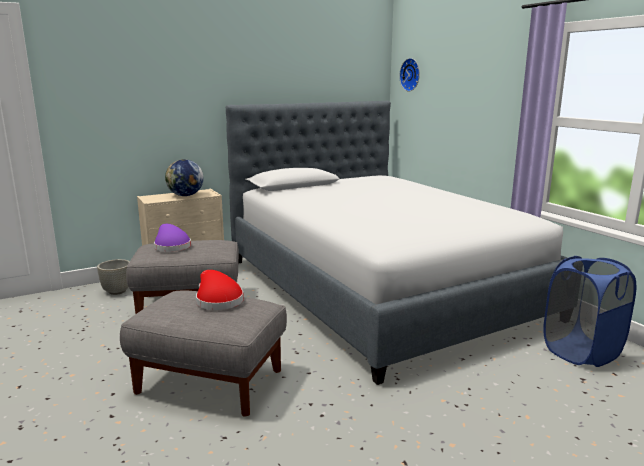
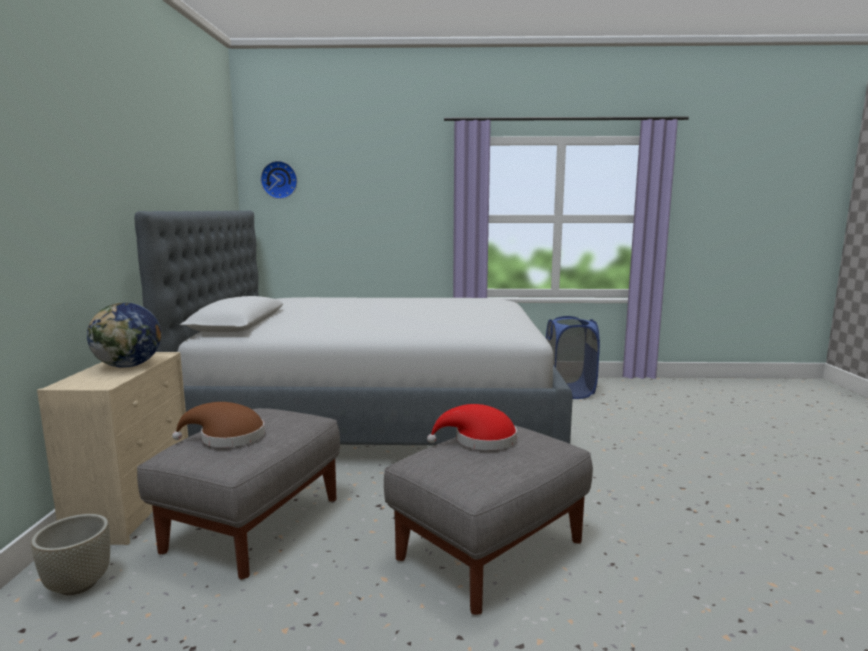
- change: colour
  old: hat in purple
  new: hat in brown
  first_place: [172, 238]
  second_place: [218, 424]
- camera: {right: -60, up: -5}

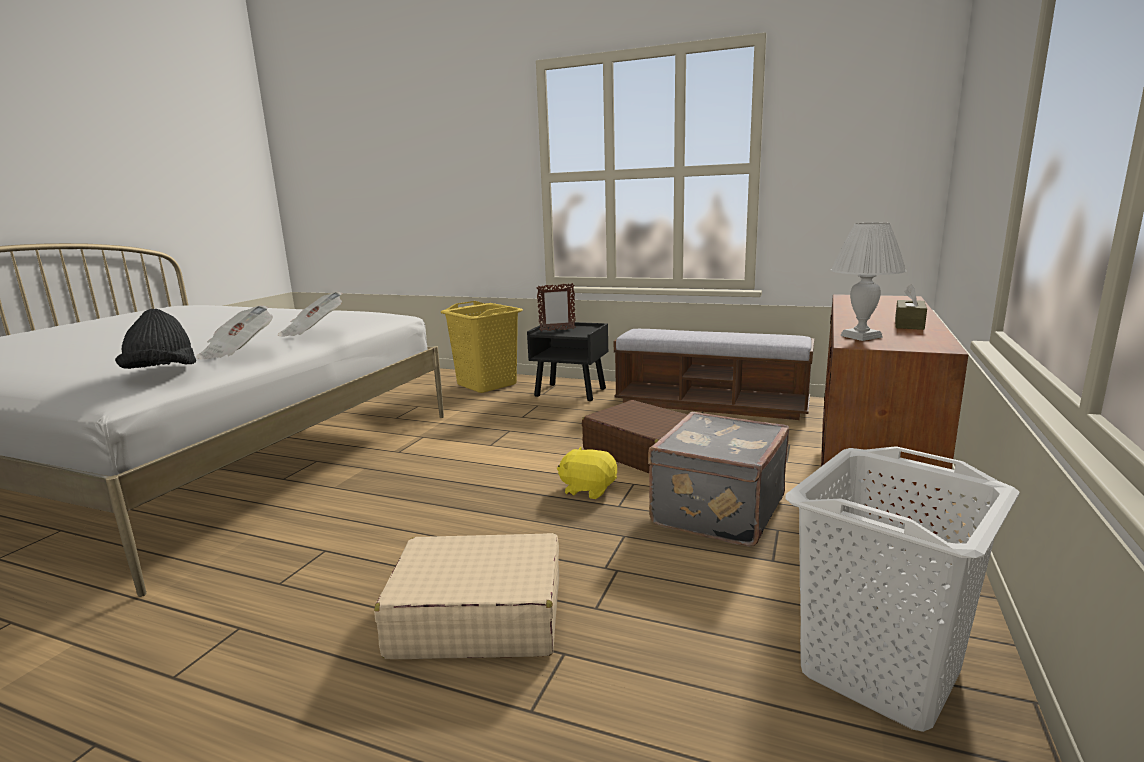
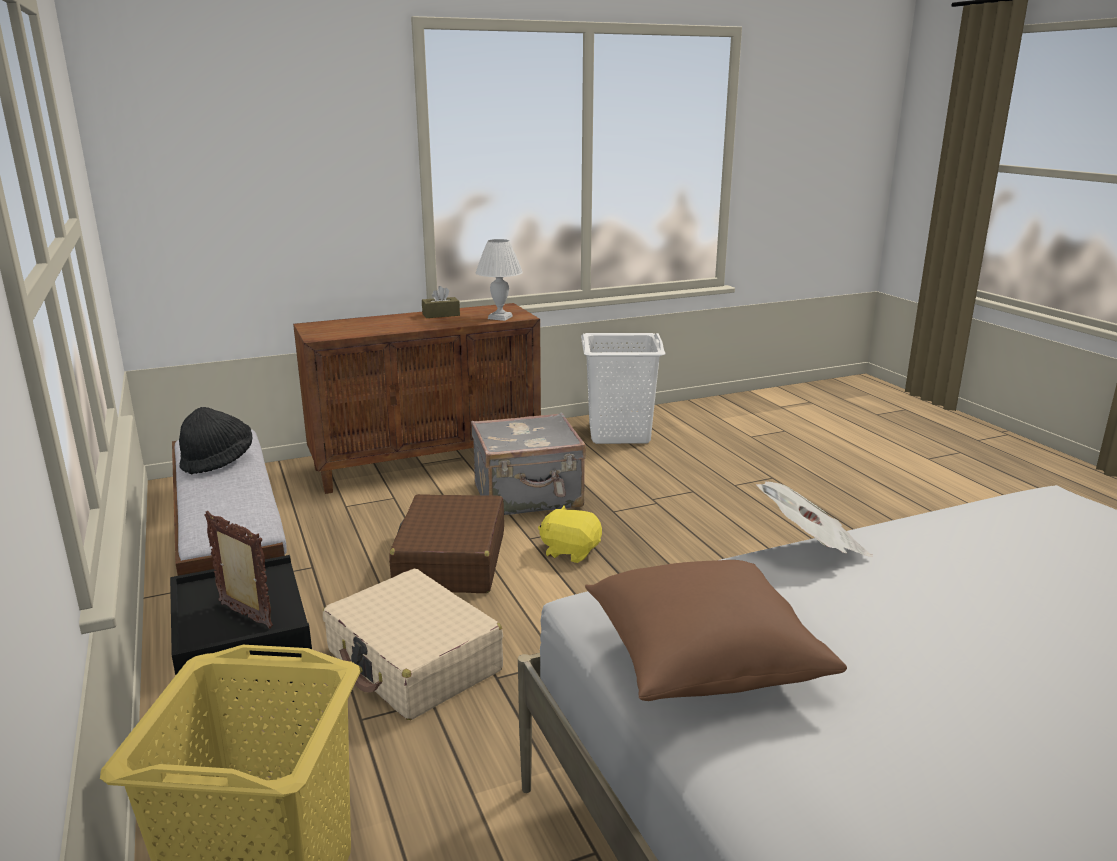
- change: missing
  old: newspaper
  first_place: [234, 332]
- change: relocated
  old: hat in black
  first_place: [155, 339]
  second_place: [216, 441]
- change: spun
  old: plush toy in yellow
  first_place: [587, 473]
  second_place: [570, 534]
  degrees: 135
- change: relocated
  old: suitcase in beige
  first_place: [466, 596]
  second_place: [413, 644]
- change: appeared
  new: pillow in brown
  second_place: [716, 630]
- camera: {right: -135, up: 5}

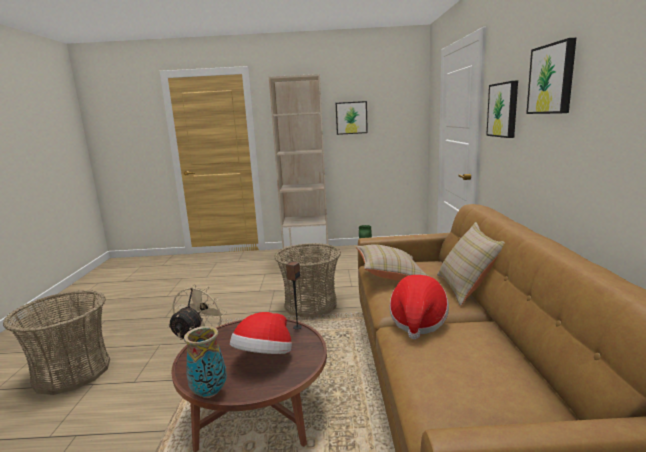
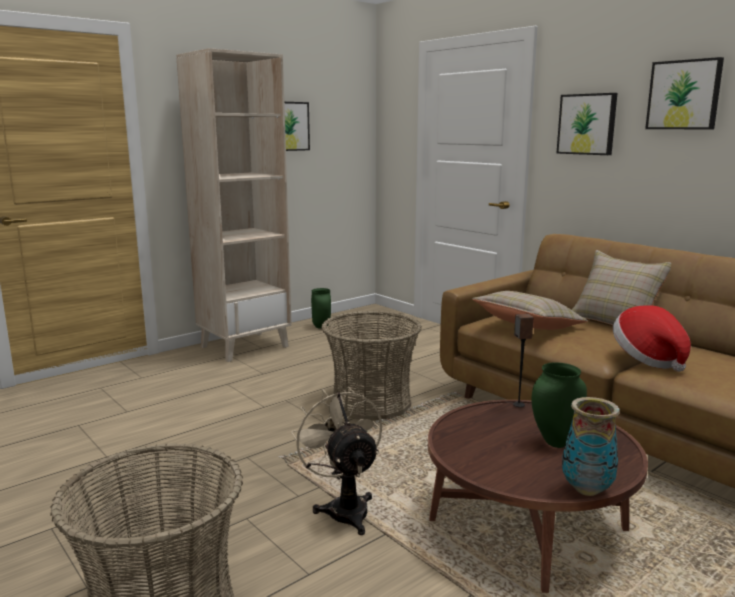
- change: exchanged
  old: hat
  new: vase in green
  first_place: [261, 333]
  second_place: [559, 405]
- camera: {right: -40, up: 0}

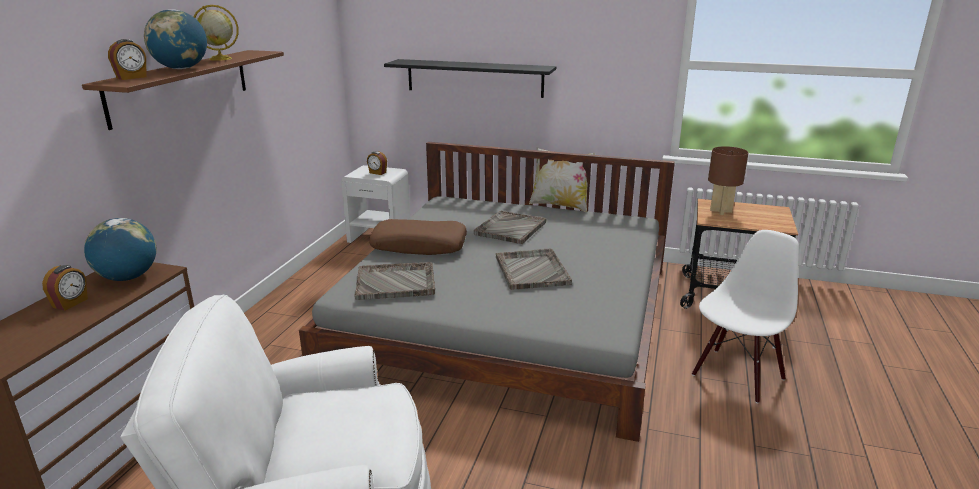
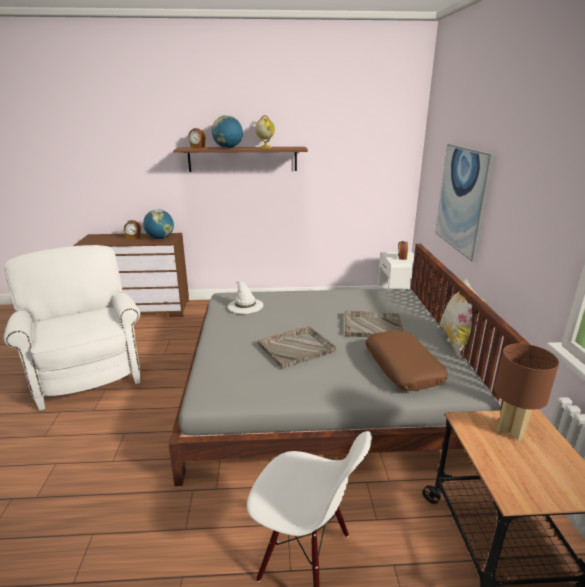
- change: exchanged
  old: shelf in black
  new: picture
  first_place: [470, 78]
  second_place: [465, 203]
- change: relocated
  old: pillow in brown
  first_place: [418, 237]
  second_place: [407, 360]
- change: exchanged
  old: tray in grey
  new: hat in white
  first_place: [395, 281]
  second_place: [245, 297]
- camera: {right: 70, up: 0}

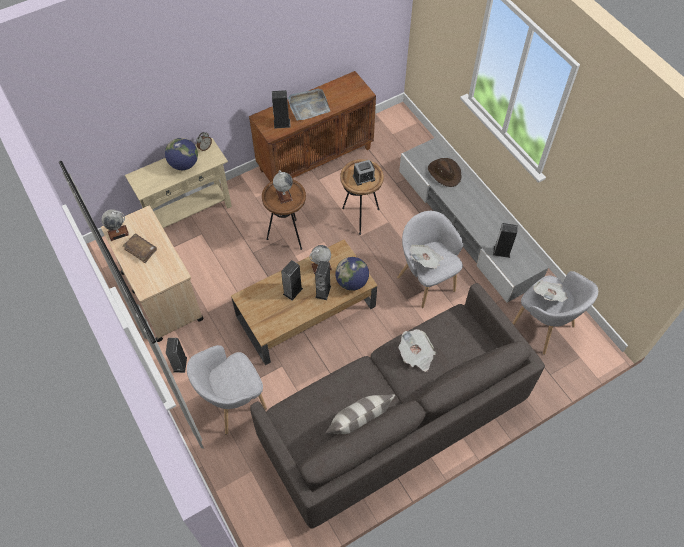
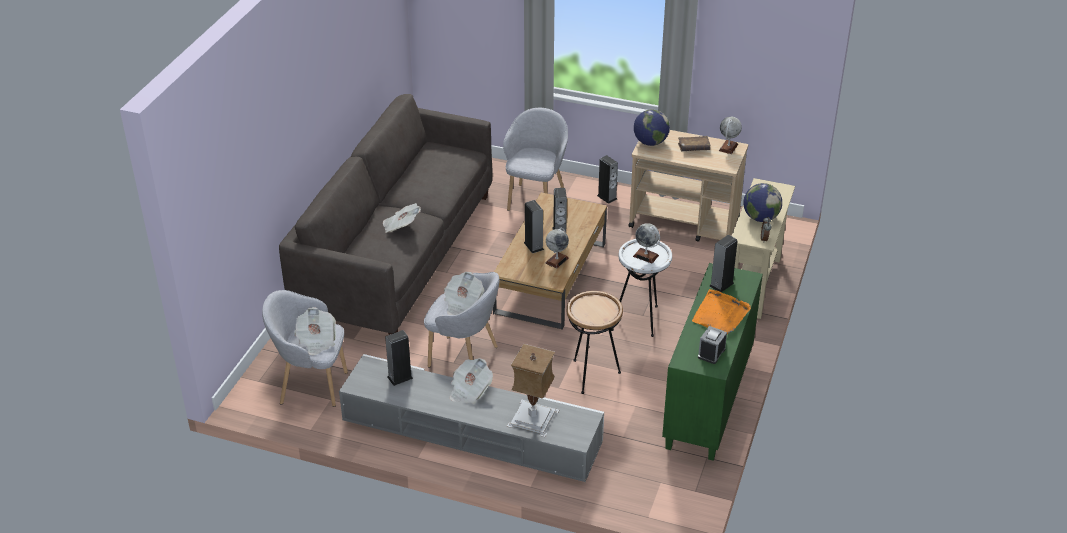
- change: colour
  old: cabinet in brown
  new: cabinet in green
  first_place: [312, 126]
  second_place: [712, 362]
- change: colour
  old: tray in grey
  new: tray in orange
  first_place: [309, 104]
  second_place: [721, 311]
- change: exchanged
  old: hat in brown
  new: table lamp
  first_place: [444, 172]
  second_place: [532, 390]
- change: relocated
  old: alarm clock
  first_place: [364, 173]
  second_place: [712, 345]
- change: colour
  old: side table in brown
  new: side table in white
  first_place: [284, 214]
  second_place: [645, 288]
- change: relocated
  old: globe
  first_place: [352, 274]
  second_place: [652, 127]
- change: missing
  old: pillow
  first_place: [360, 414]
- change: appeared
  new: newspaper
  second_place: [471, 381]
- camera: {right: 140, up: -20}

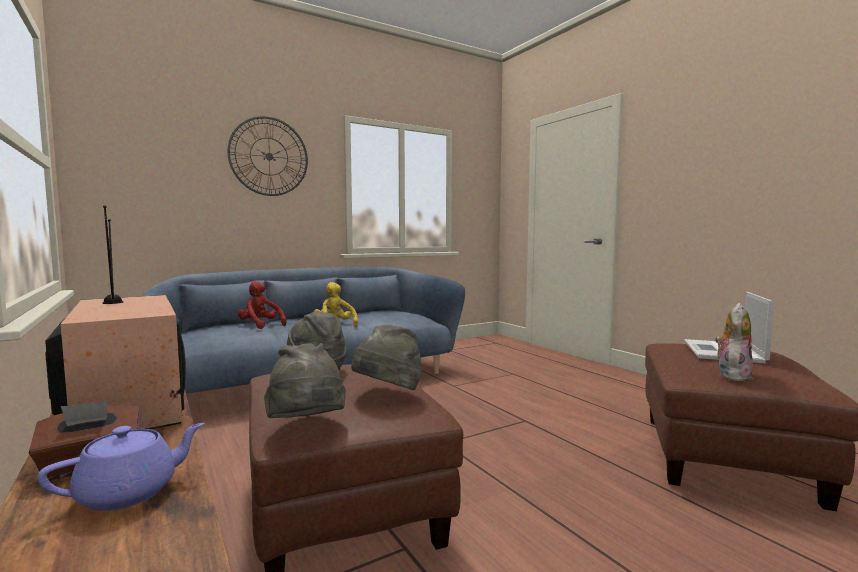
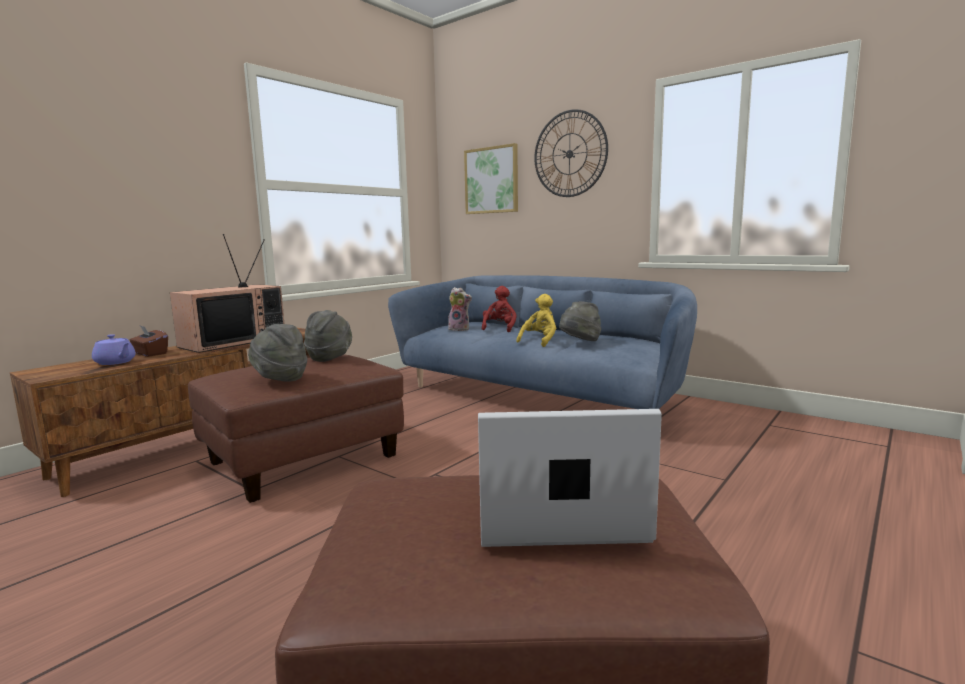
- change: relocated
  old: plush toy
  first_place: [734, 342]
  second_place: [460, 309]
- change: relocated
  old: hat in grey
  first_place: [305, 380]
  second_place: [580, 321]
- change: appeared
  new: picture
  second_place: [491, 178]
- camera: {right: 70, up: 5}

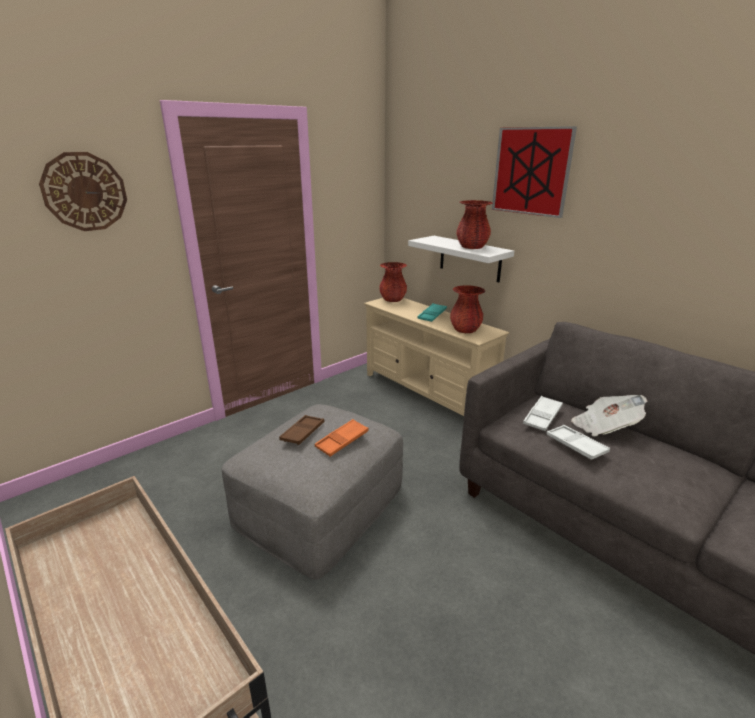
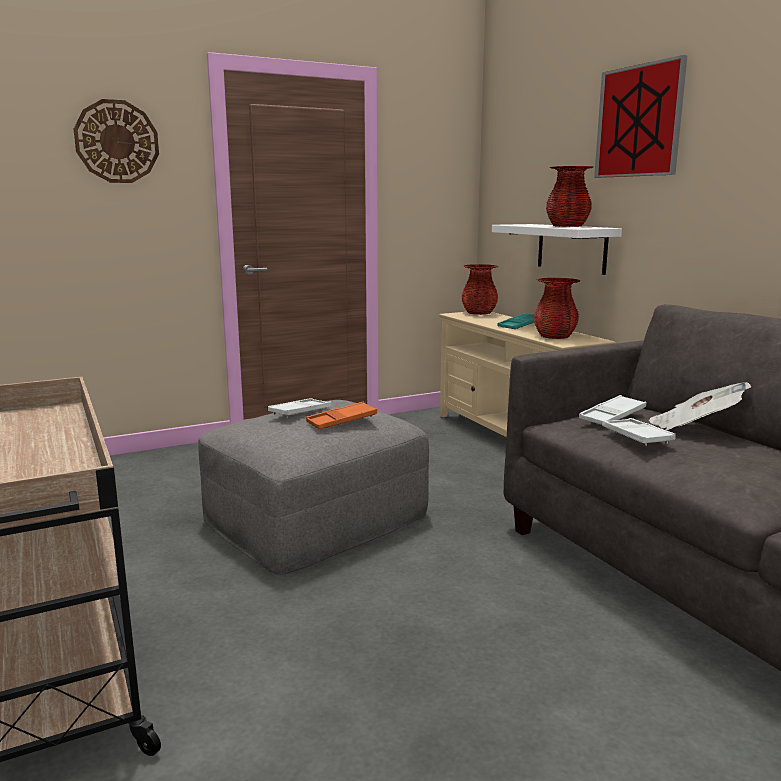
- change: colour
  old: tray in brown
  new: tray in white
  first_place: [302, 430]
  second_place: [299, 408]
- camera: {right: 15, up: -10}

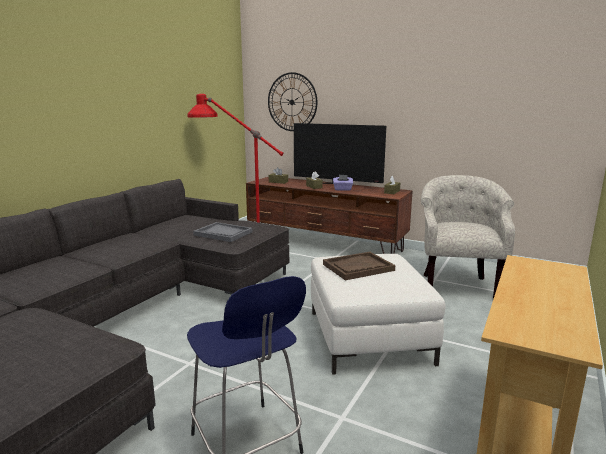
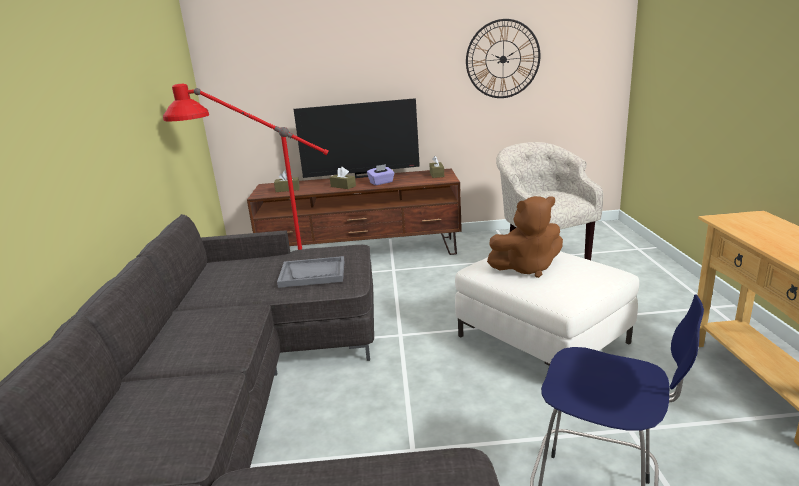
- change: relocated
  old: wall clock
  first_place: [292, 101]
  second_place: [503, 58]
- change: exchanged
  old: tray in brown
  new: plush toy in brown
  first_place: [359, 266]
  second_place: [525, 237]
- camera: {right: -30, up: 5}

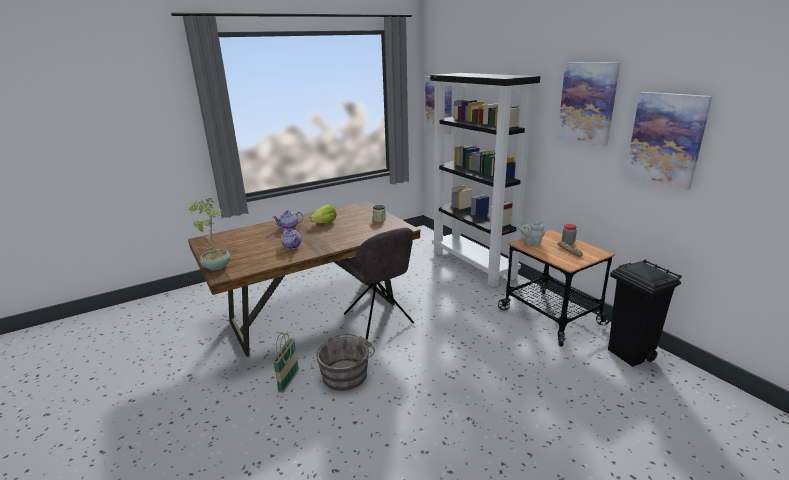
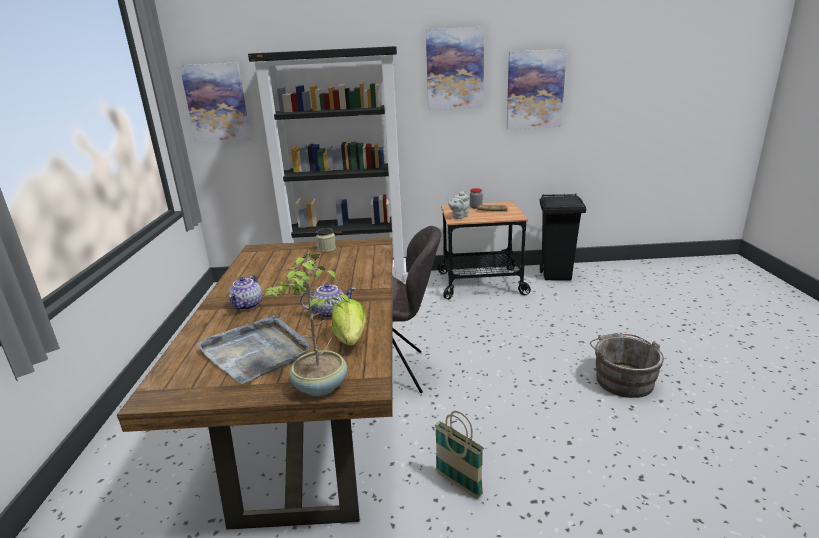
- change: relocated
  old: lettuce
  first_place: [323, 213]
  second_place: [349, 322]
- change: relocated
  old: bucket in grey
  first_place: [345, 362]
  second_place: [627, 365]
- change: appeared
  new: tray in grey
  second_place: [254, 350]
- camera: {right: -60, up: 0}

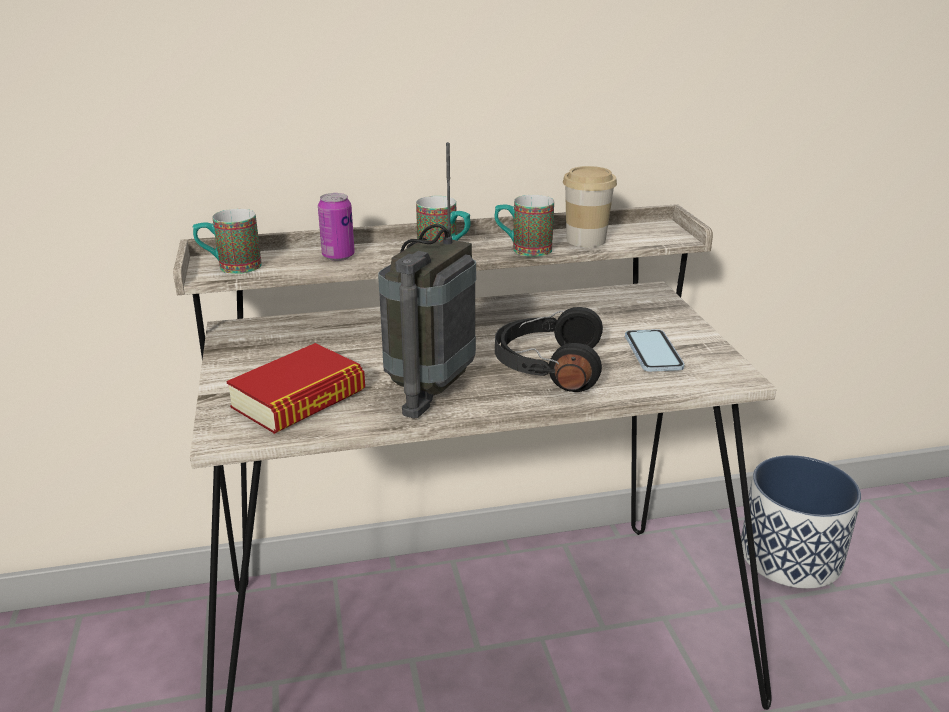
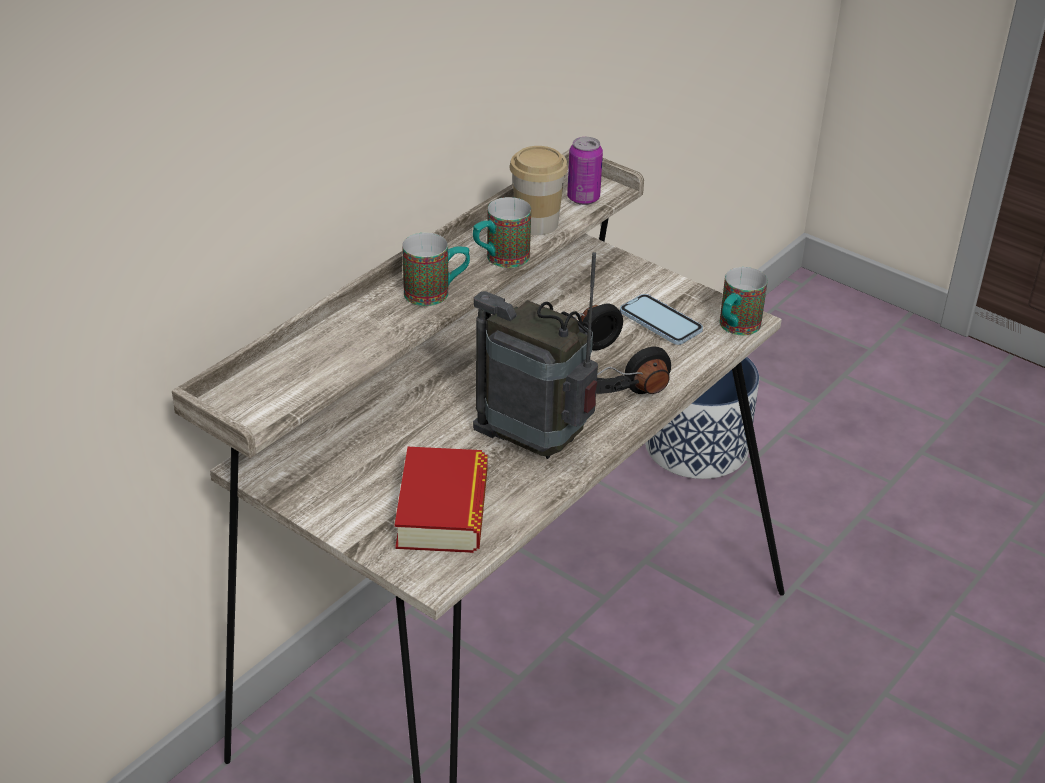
- change: spun
  old: radio
  first_place: [427, 280]
  second_place: [535, 355]
  degrees: 135
- change: relocated
  old: can
  first_place: [336, 227]
  second_place: [585, 171]
- change: relocated
  old: mug
  first_place: [227, 241]
  second_place: [743, 301]
- camera: {right: -40, up: 10}

